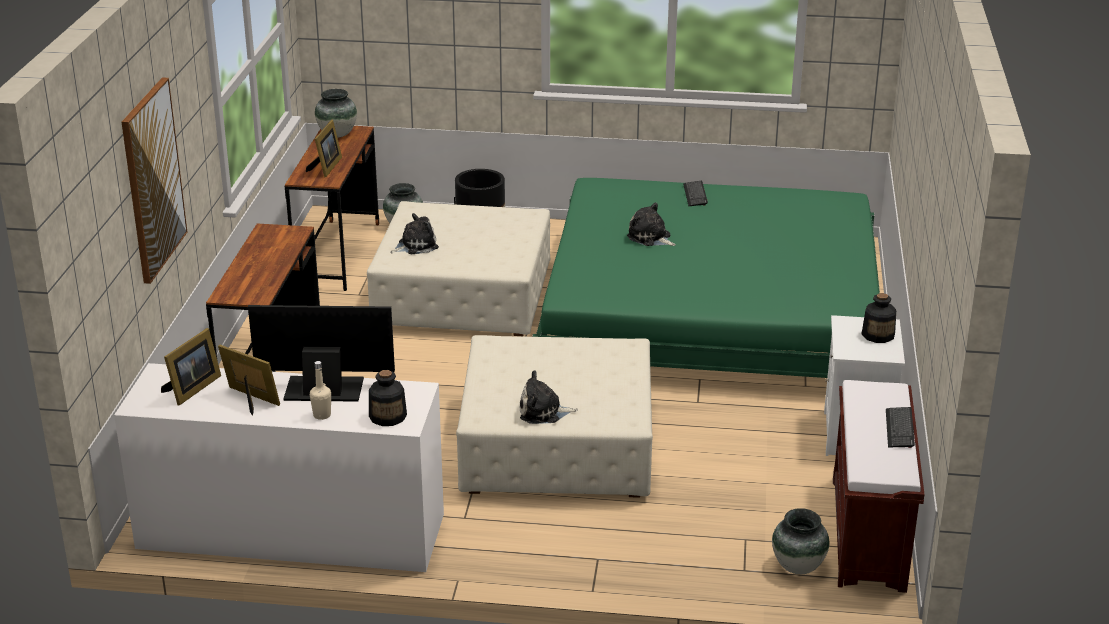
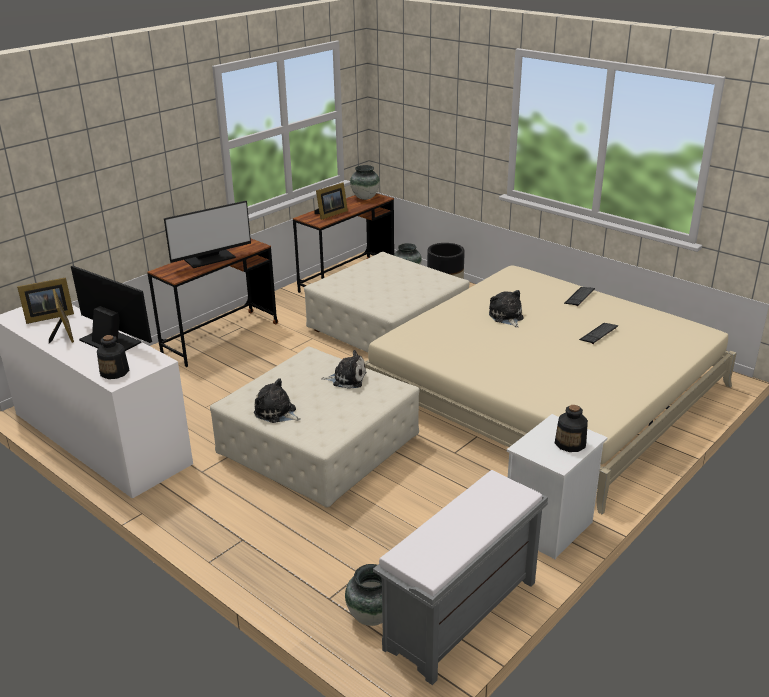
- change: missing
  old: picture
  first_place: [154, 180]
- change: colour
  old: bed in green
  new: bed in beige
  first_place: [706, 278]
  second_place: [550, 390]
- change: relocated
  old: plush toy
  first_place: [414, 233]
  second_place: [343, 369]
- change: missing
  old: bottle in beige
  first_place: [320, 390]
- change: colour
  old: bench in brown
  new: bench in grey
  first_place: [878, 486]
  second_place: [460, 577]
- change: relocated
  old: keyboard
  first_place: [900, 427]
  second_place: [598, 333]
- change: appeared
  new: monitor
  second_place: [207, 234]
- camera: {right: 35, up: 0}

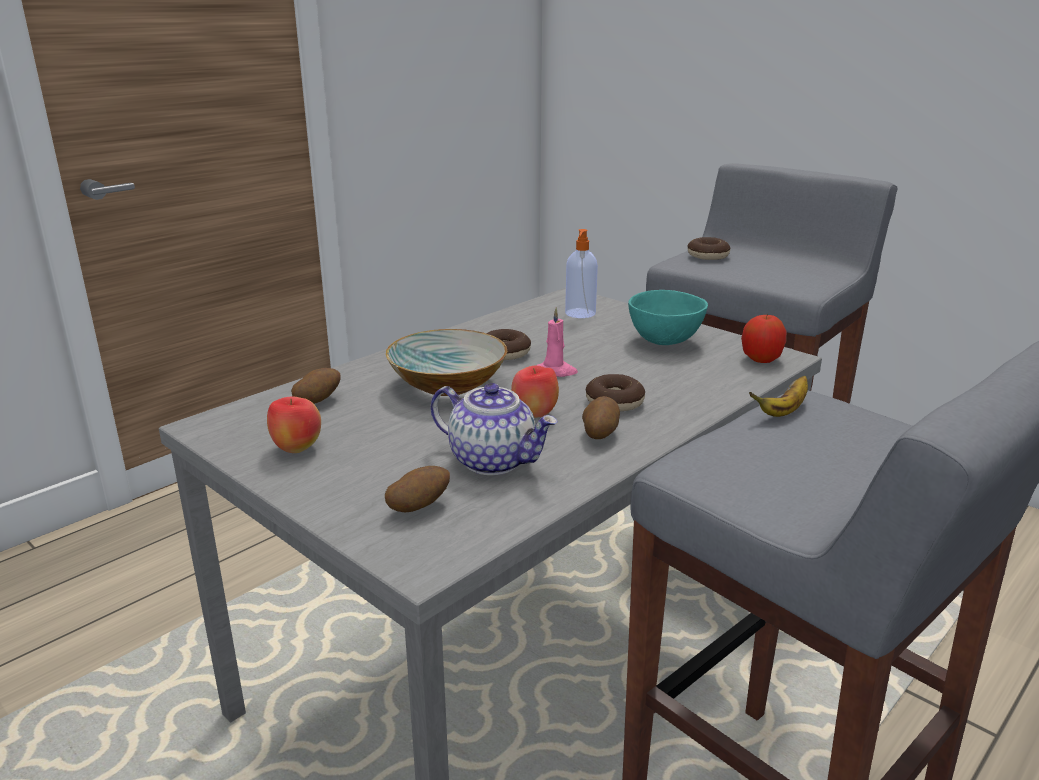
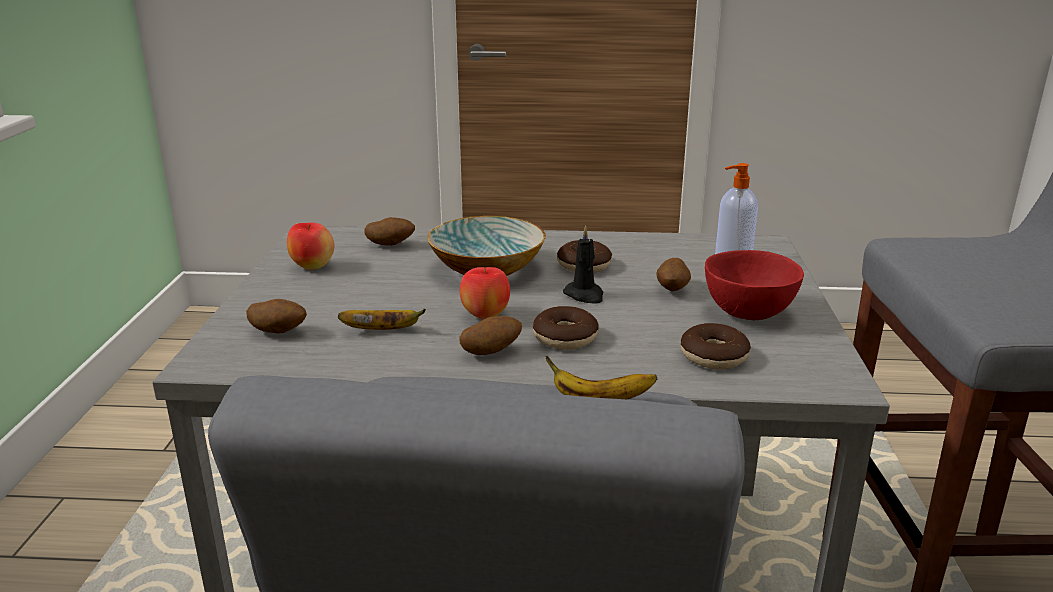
- change: relocated
  old: donut
  first_place: [709, 248]
  second_place: [716, 346]
- change: colour
  old: bowl in turquoise
  new: bowl in red
  first_place: [668, 317]
  second_place: [754, 285]
- change: colour
  old: candle in pink
  new: candle in black
  first_place: [557, 342]
  second_place: [583, 265]
- change: missing
  old: apple
  first_place: [763, 338]
- change: exchanged
  old: teapot
  new: banana
  first_place: [494, 429]
  second_place: [382, 319]
- change: appeared
  new: potato
  second_place: [673, 274]
- camera: {right: 50, up: 0}

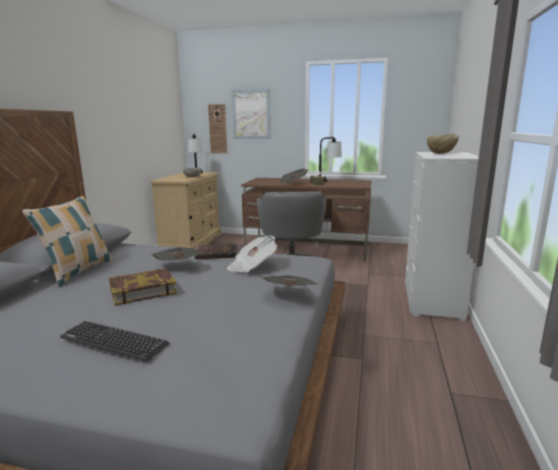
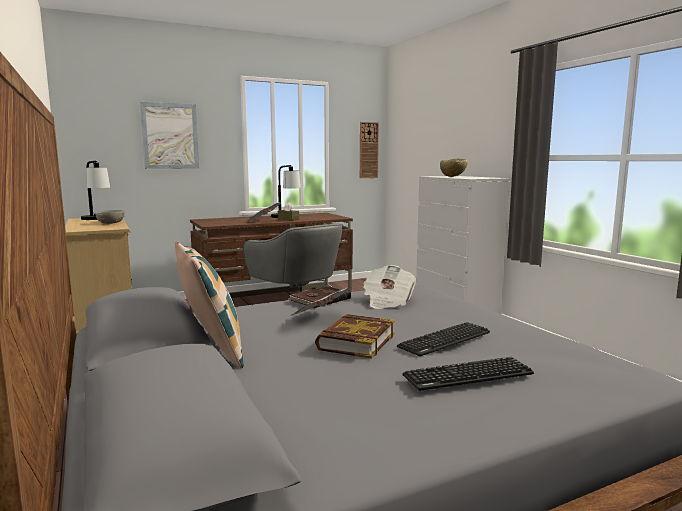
- change: relocated
  old: wall clock
  first_place: [217, 128]
  second_place: [369, 150]
- change: missing
  old: newspaper
  first_place: [289, 281]
- change: appeared
  new: keyboard
  second_place: [443, 339]
- camera: {right: -40, up: -5}

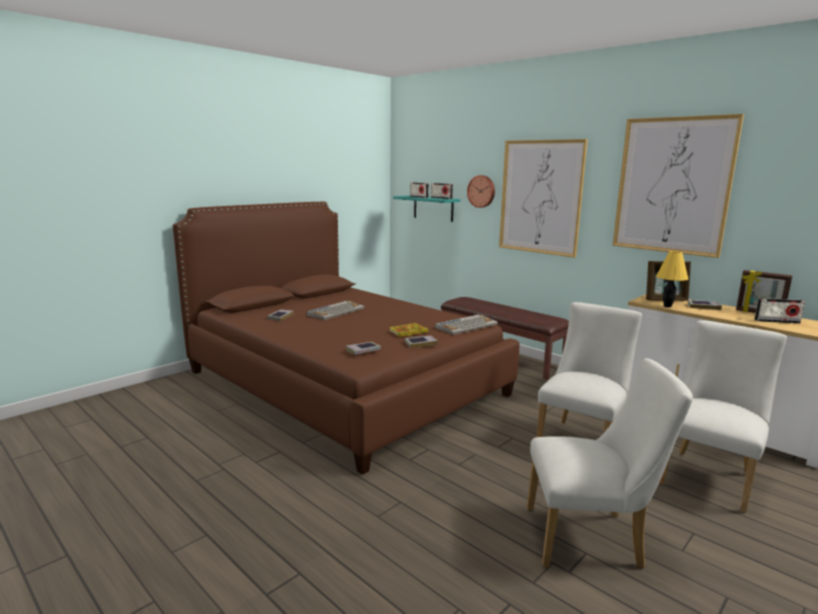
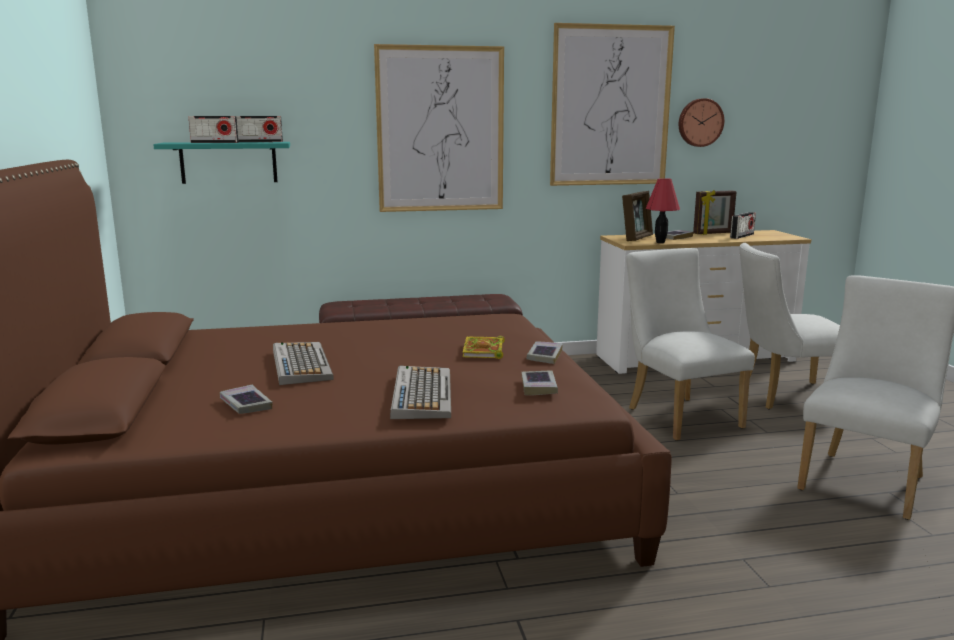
- change: relocated
  old: wall clock
  first_place: [481, 191]
  second_place: [701, 122]
- change: colour
  old: table lamp in yellow
  new: table lamp in red
  first_place: [672, 279]
  second_place: [663, 210]
- change: relocated
  old: keyboard
  first_place: [466, 324]
  second_place: [420, 392]
- change: spun
  old: chair in white
  first_place: [723, 416]
  second_place: [790, 326]
  degrees: -75
- camera: {right: -55, up: 0}

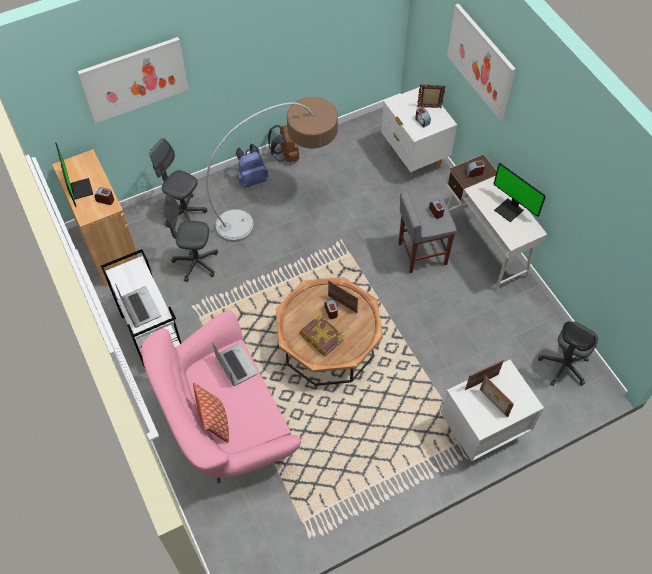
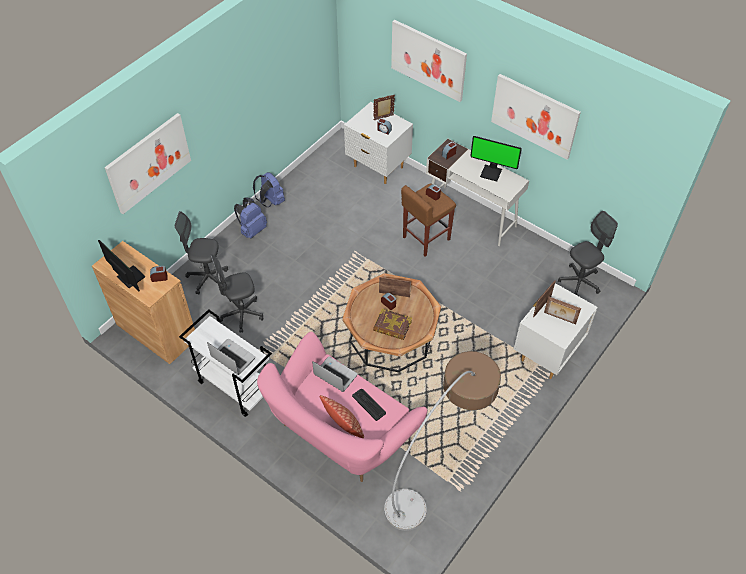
- change: relocated
  old: floor lamp
  first_place: [272, 169]
  second_place: [442, 441]
- change: colour
  old: backpack in brown
  new: backpack in blue
  first_place: [284, 143]
  second_place: [269, 189]
- change: colour
  old: stool in grey
  new: stool in brown
  first_place: [427, 232]
  second_place: [428, 220]
- change: spun
  old: office chair in grey
  first_place: [568, 353]
  second_place: [588, 253]
  degrees: -135
- change: appeared
  new: picture
  second_place: [536, 117]
- change: appeared
  new: keyboard
  second_place: [369, 405]
- camera: {right: -25, up: -5}

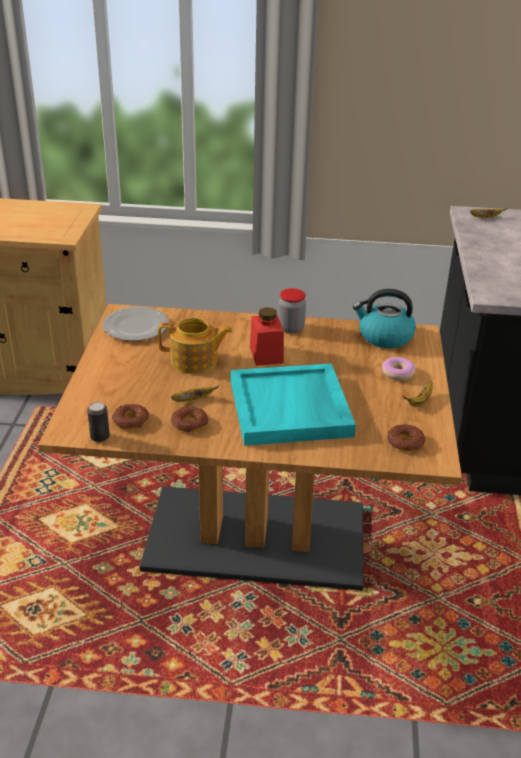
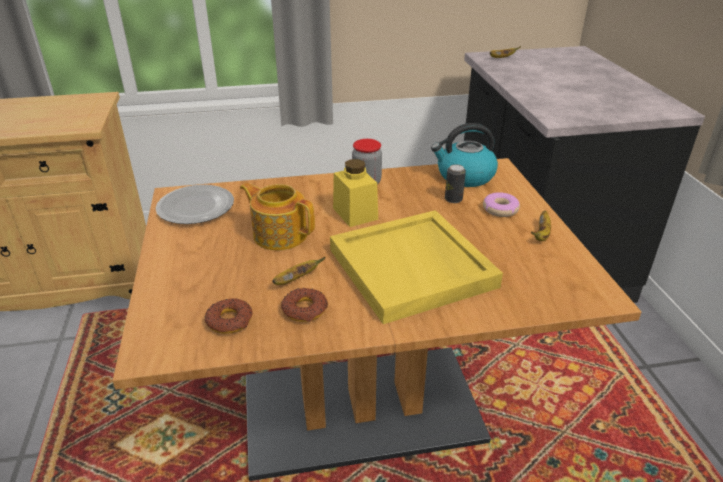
- change: colour
  old: jar in red
  new: jar in yellow
  first_place: [267, 336]
  second_place: [355, 193]
- change: spun
  old: teapot
  first_place: [195, 346]
  second_place: [277, 216]
  degrees: -135
- change: colour
  old: tray in turquoise
  new: tray in yellow
  first_place: [293, 404]
  second_place: [416, 267]
- change: relocated
  old: can
  first_place: [98, 422]
  second_place: [455, 183]
- change: missing
  old: donut
  first_place: [406, 437]
- camera: {right: -15, up: 0}

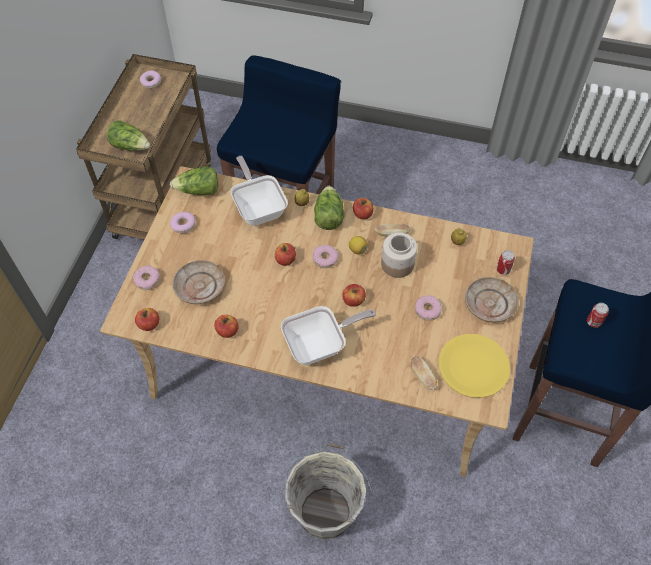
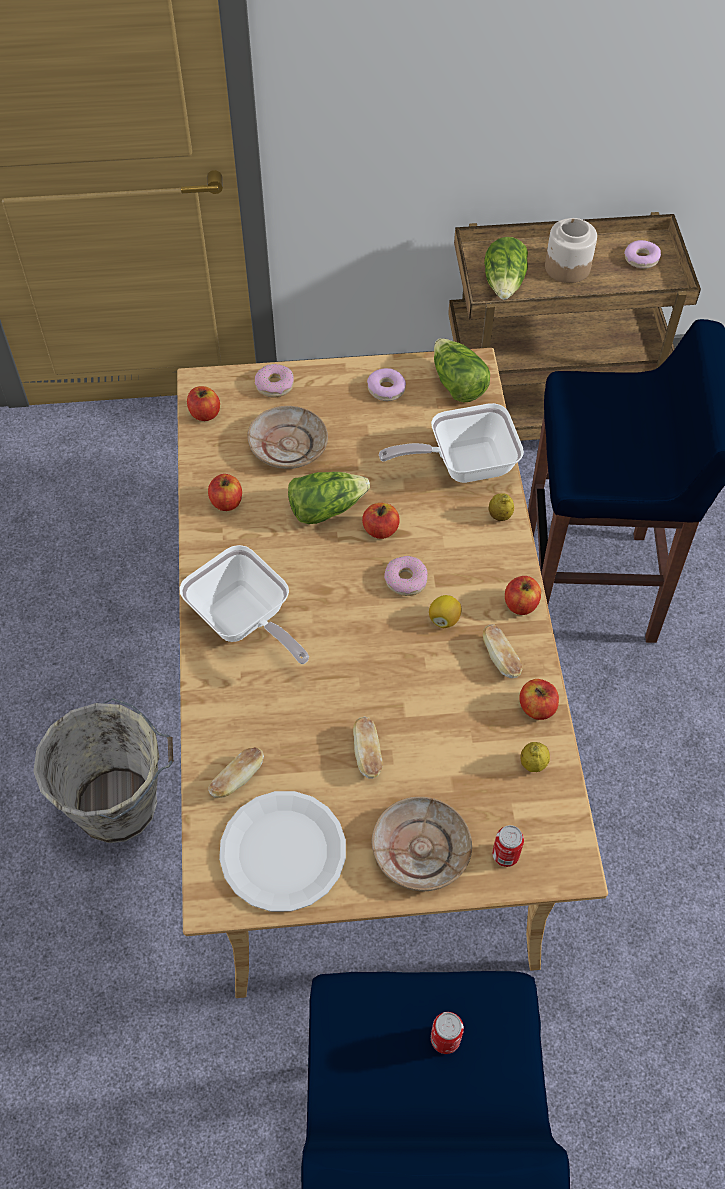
- change: spun
  old: frying pan
  first_place: [259, 191]
  second_place: [451, 443]
  degrees: -150
- change: relocated
  old: lettuce
  first_place: [329, 208]
  second_place: [329, 498]
- change: relocated
  old: jar
  first_place: [399, 255]
  second_place: [571, 250]
- change: relocated
  old: apple
  first_place: [354, 295]
  second_place: [539, 699]
- change: exchanged
  old: donut
  new: bread
  first_place: [428, 308]
  second_place: [368, 748]
- change: colour
  old: plate in yellow
  new: plate in white
  first_place: [474, 366]
  second_place: [282, 851]
- camera: {right: 70, up: 0}

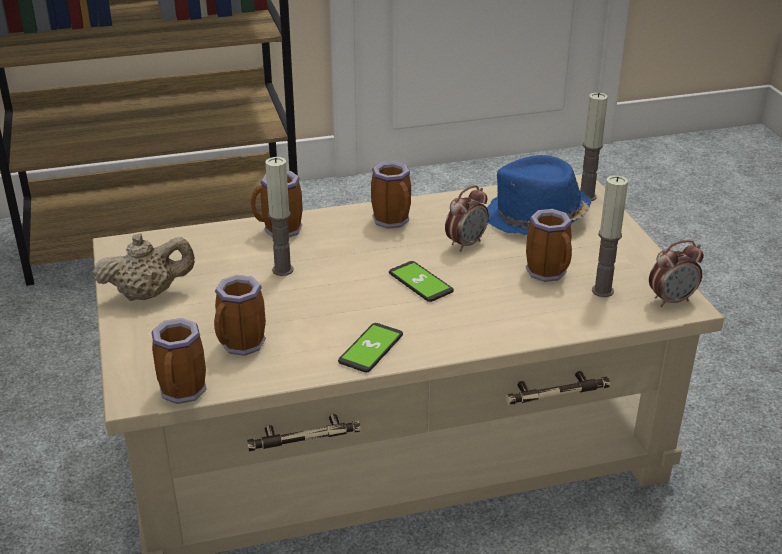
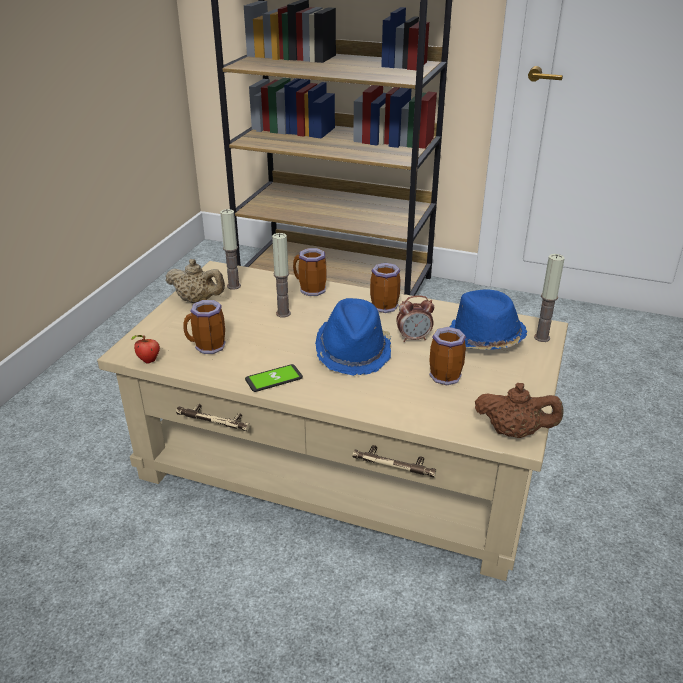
- change: relocated
  old: candle
  first_place: [610, 236]
  second_place: [230, 249]
- change: exchanged
  old: alarm clock
  new: teapot in brown
  first_place: [676, 273]
  second_place: [519, 410]
- change: exchanged
  old: phone
  new: hat in blue
  first_place: [421, 281]
  second_place: [353, 337]
- change: exchanged
  old: mug
  new: apple
  first_place: [179, 361]
  second_place: [145, 349]
- camera: {right: 35, up: 0}

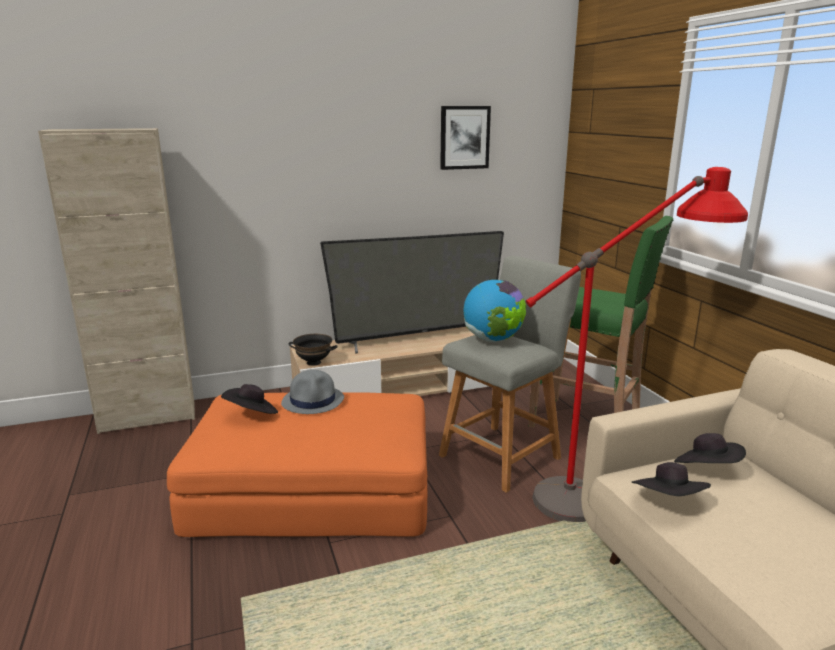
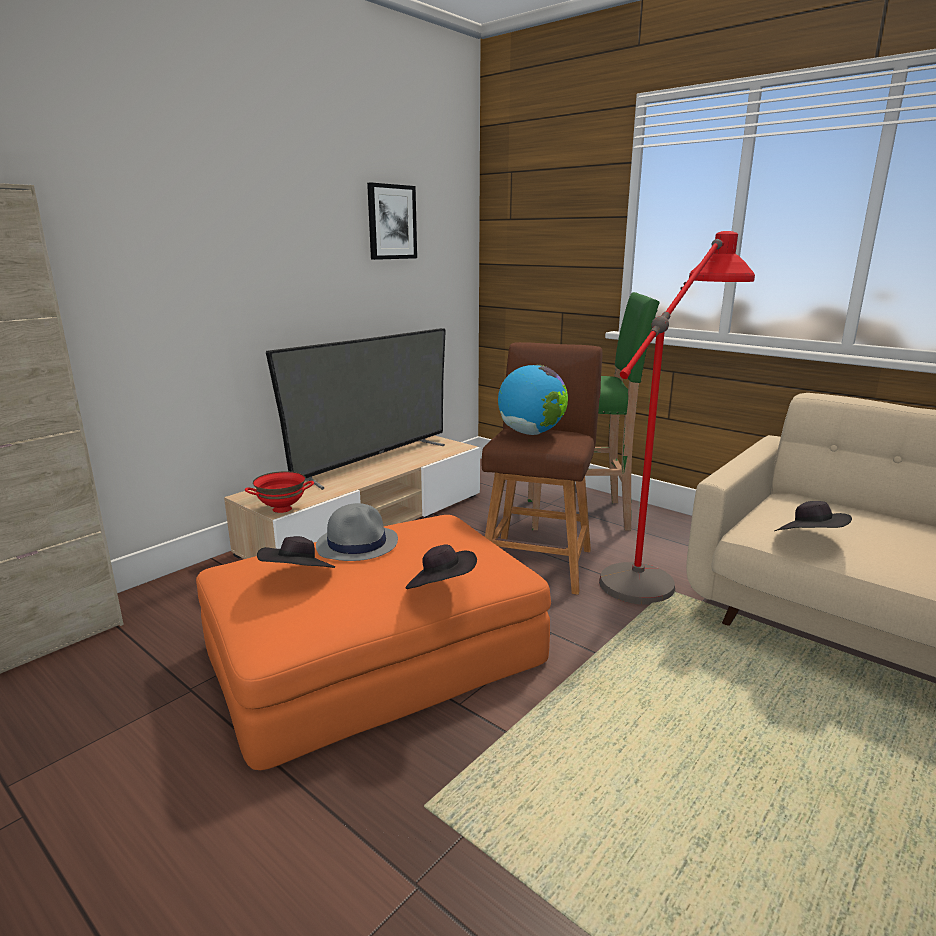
- change: colour
  old: stool in grey
  new: stool in brown
  first_place: [510, 374]
  second_place: [542, 468]
- change: colour
  old: bowl in black
  new: bowl in red
  first_place: [313, 350]
  second_place: [279, 492]
- change: relocated
  old: hat in black
  first_place: [710, 448]
  second_place: [441, 566]
- camera: {right: -30, up: 0}

